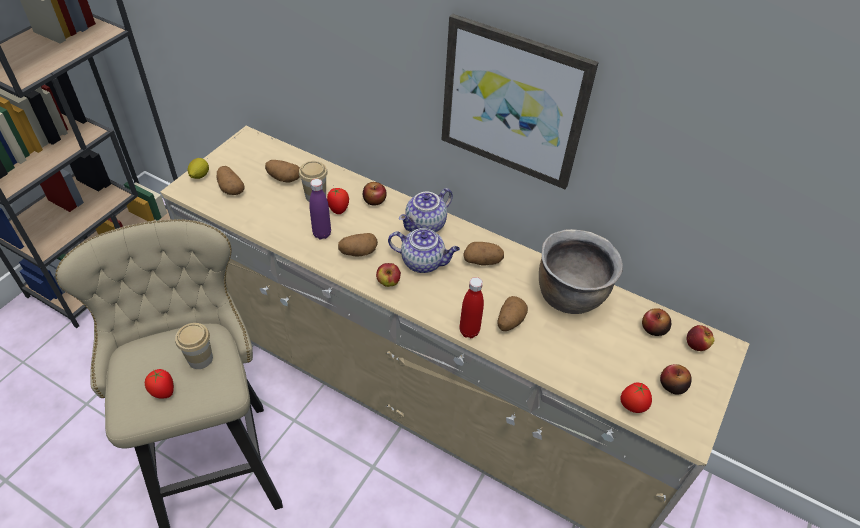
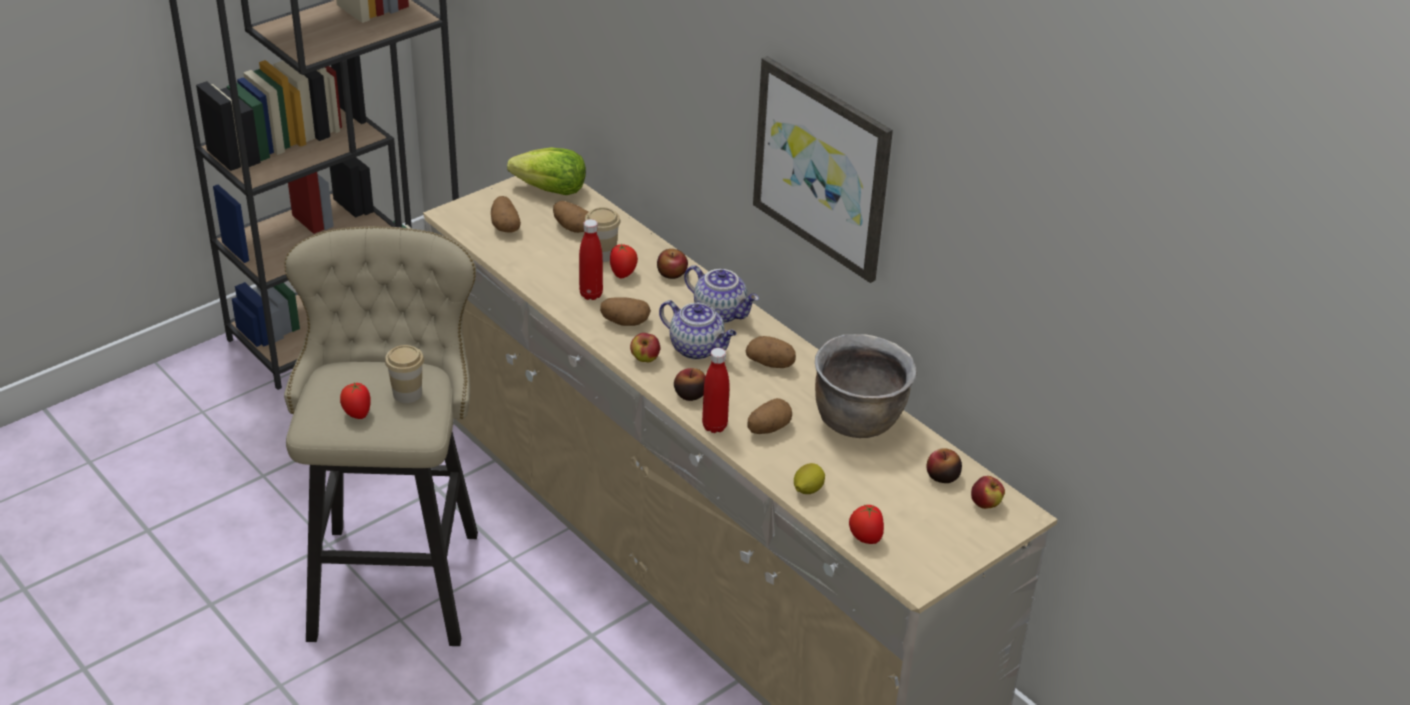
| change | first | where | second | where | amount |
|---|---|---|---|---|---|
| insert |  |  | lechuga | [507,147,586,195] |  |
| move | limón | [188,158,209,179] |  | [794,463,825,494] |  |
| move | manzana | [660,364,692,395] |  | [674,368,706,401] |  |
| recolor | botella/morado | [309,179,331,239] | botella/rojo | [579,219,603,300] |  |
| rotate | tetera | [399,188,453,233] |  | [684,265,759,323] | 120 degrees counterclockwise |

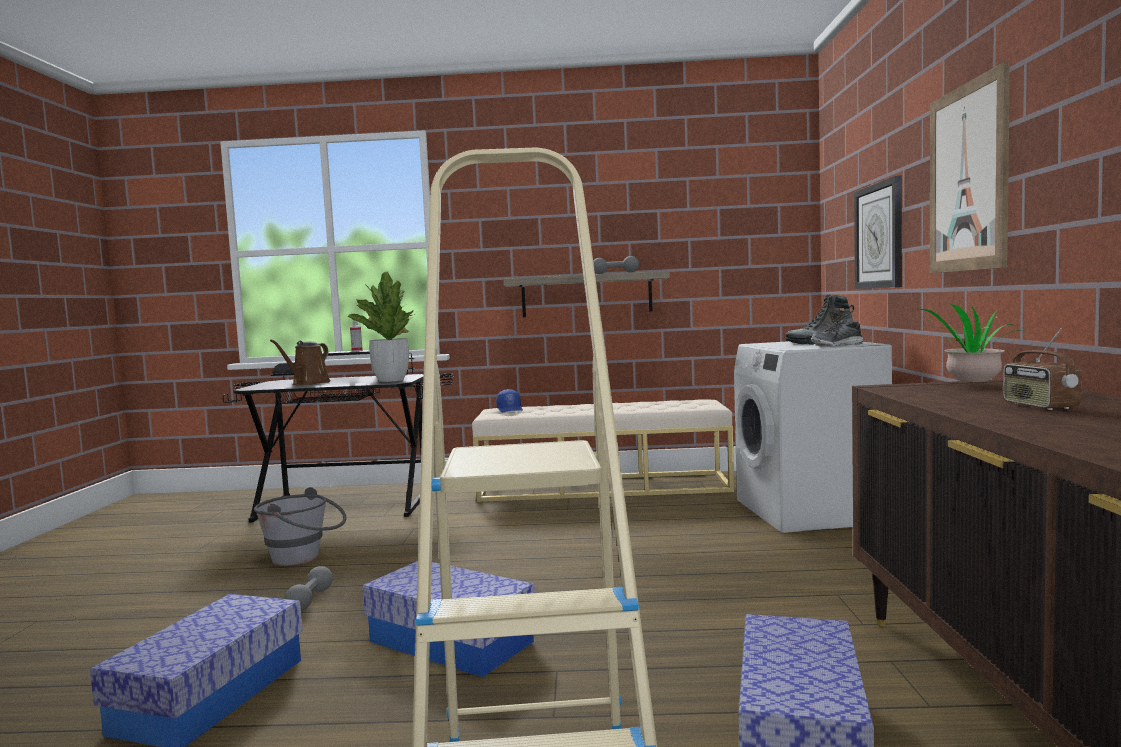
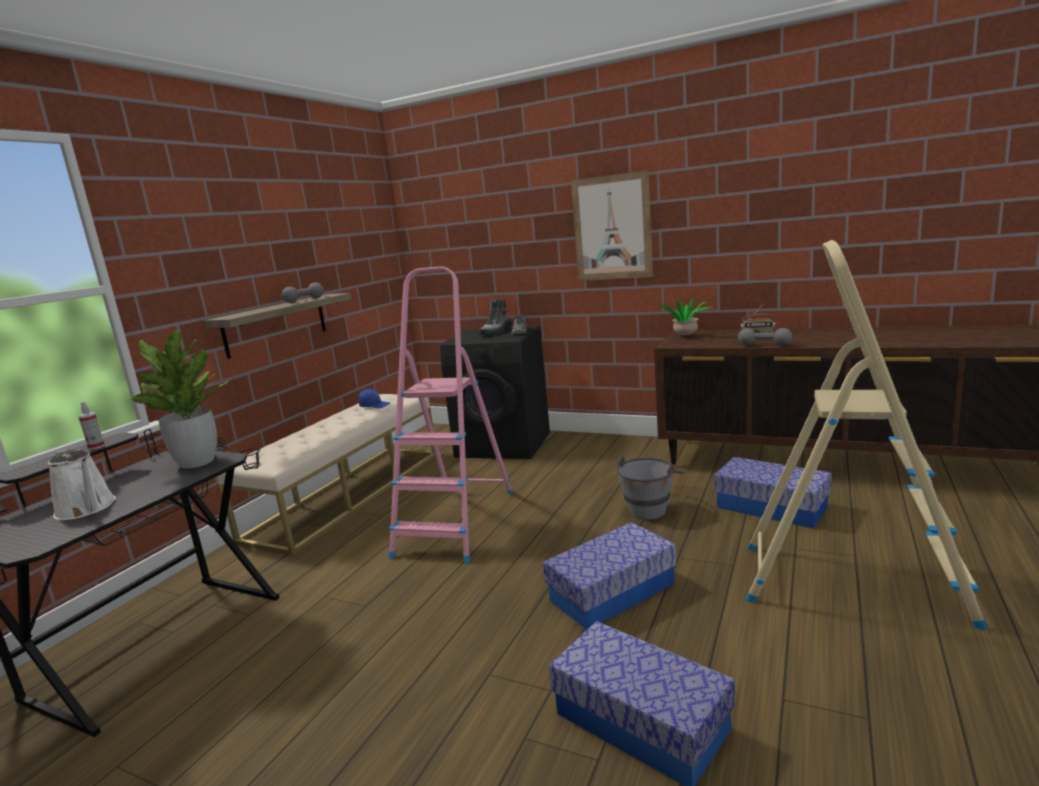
| change | first | where | second | where | amount |
|---|---|---|---|---|---|
| delete | reloj de pared | [854,176,902,289] |  |  |  |
| insert |  |  | escalera de tijera/rosa | [389,266,513,564] |  |
| move | cubo/gris | [254,487,346,566] |  | [616,457,684,520] |  |
| move | mancuerna/gris | [285,566,333,611] |  | [738,328,792,346] |  |
| move | gorra/azul | [496,389,523,412] |  | [358,389,391,408] |  |
| recolor | regadera/marrón | [270,340,331,385] | regadera/blanco | [48,449,116,520] |  |
| recolor | lavadora/blanco | [734,341,892,533] | lavadora/negro | [440,326,550,459] |  |

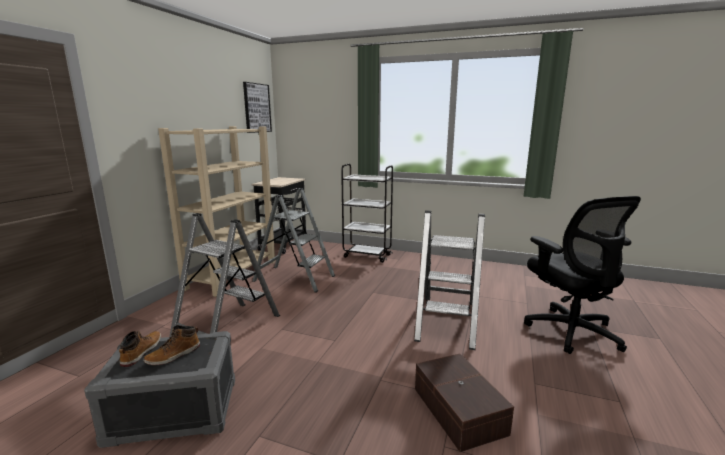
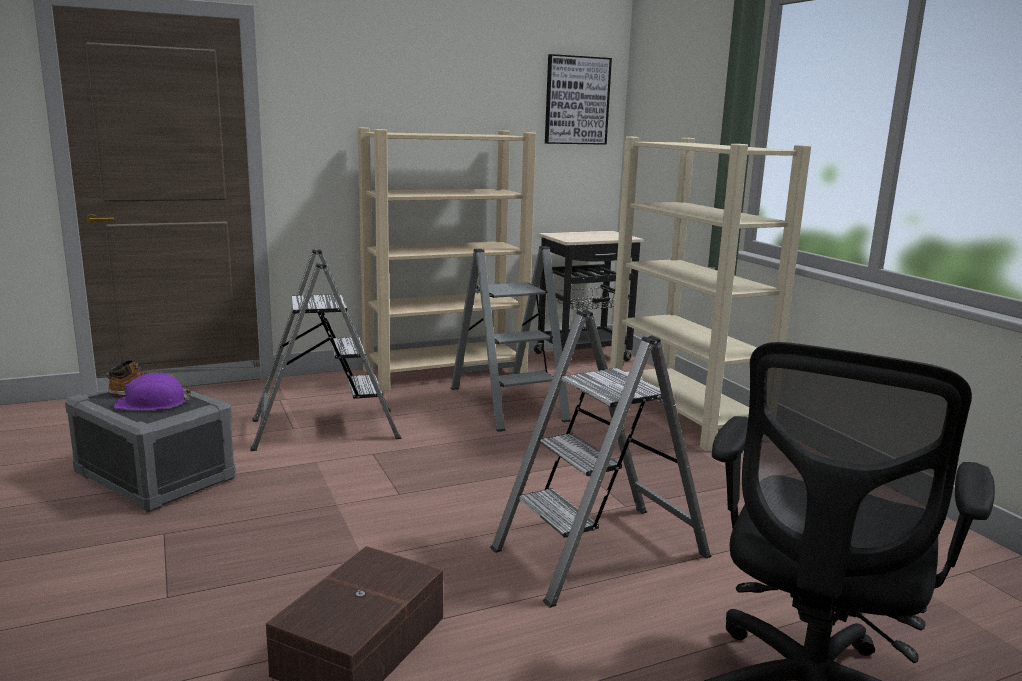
| change | first | where | second | where | amount |
|---|---|---|---|---|---|
| replace | bota | [143,325,200,365] | casco/morado | [114,372,191,410] |  |
| replace | carrito/blanco | [341,164,393,263] | estantería/beis | [610,136,811,452] |  |

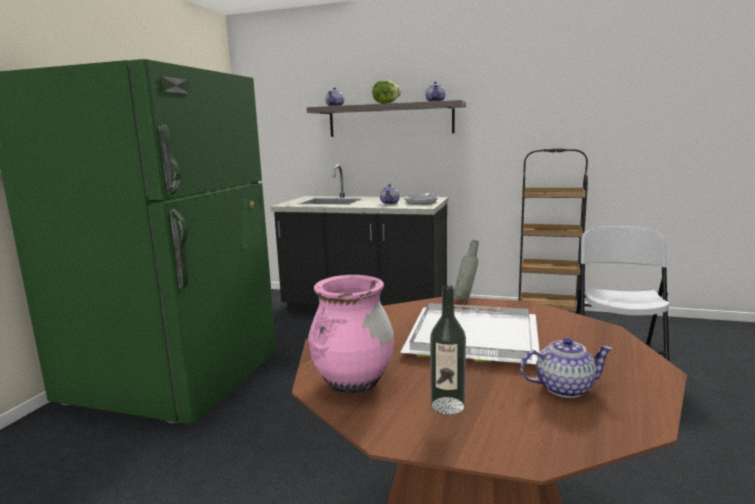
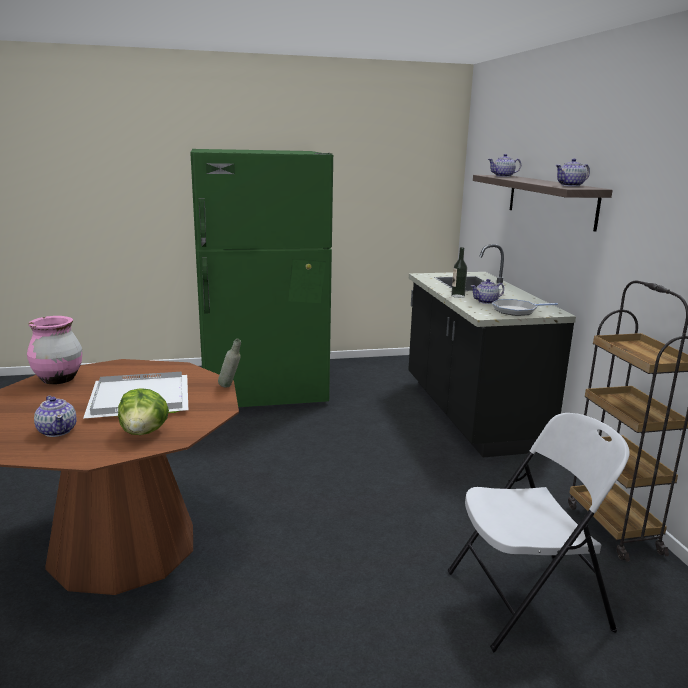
| change | first | where | second | where | amount |
|---|---|---|---|---|---|
| move | lechuga | [372,80,401,104] |  | [118,388,169,435] |  |
| move | botella | [430,285,466,415] |  | [451,247,467,298] |  |

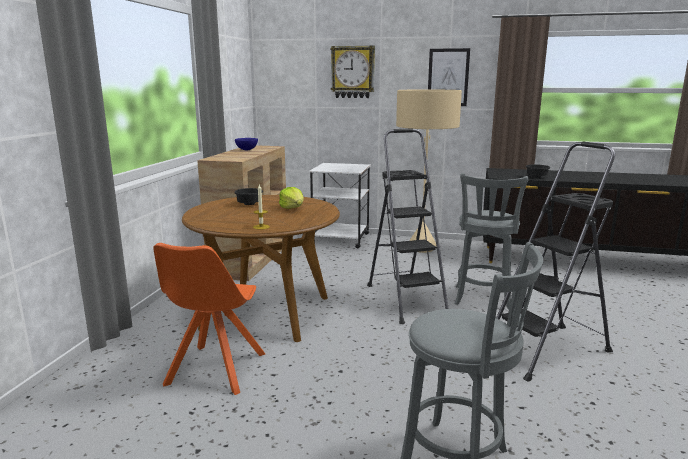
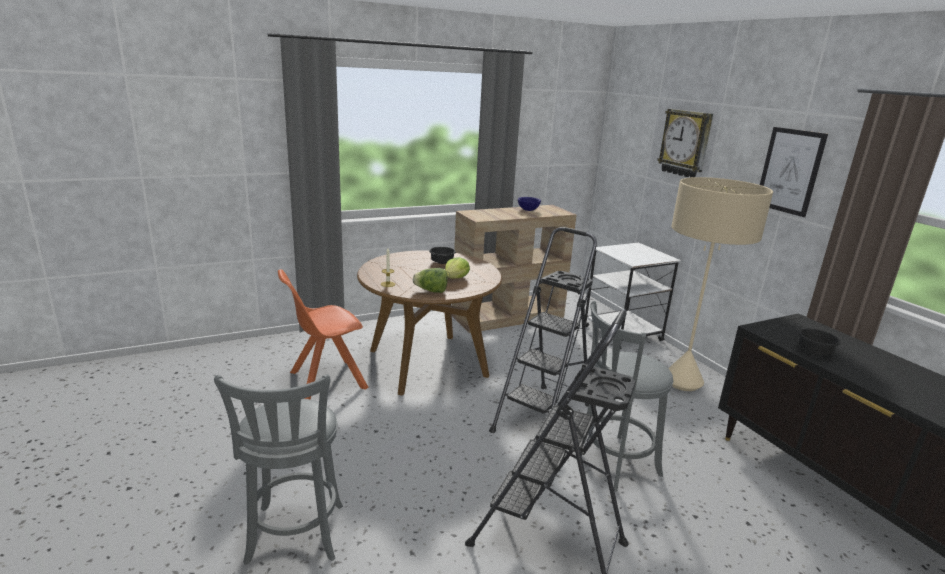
| change | first | where | second | where | amount |
|---|---|---|---|---|---|
| insert |  |  | lechuga | [413,268,448,293] |  |

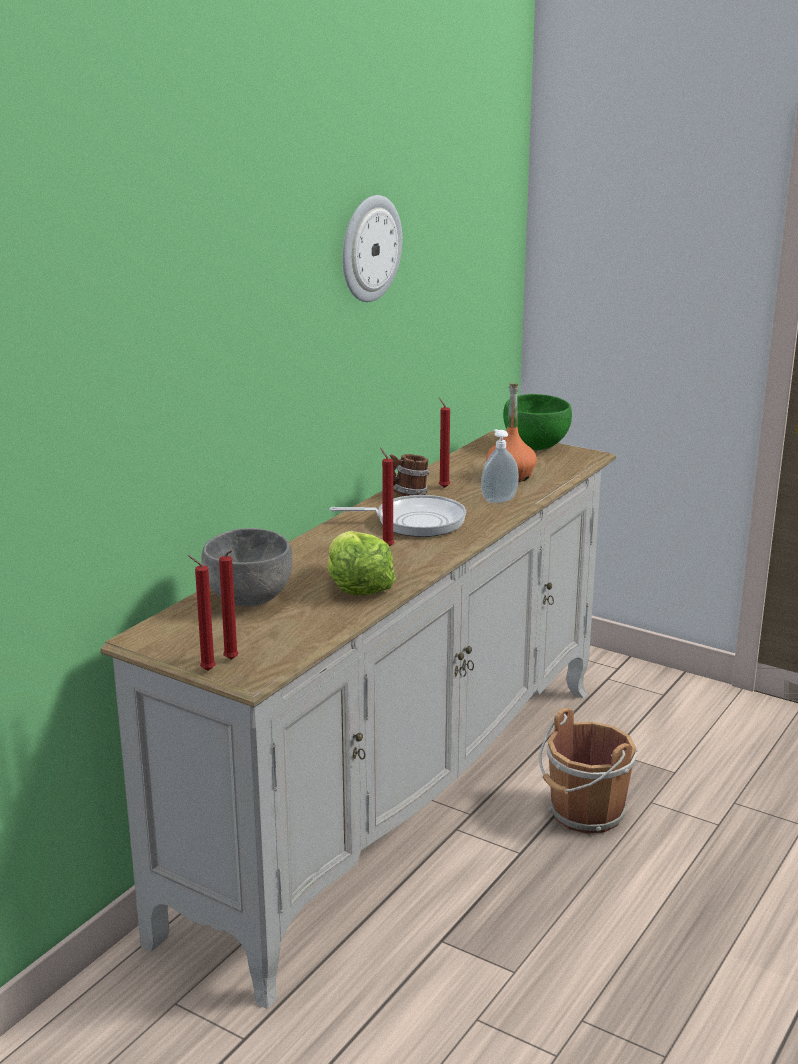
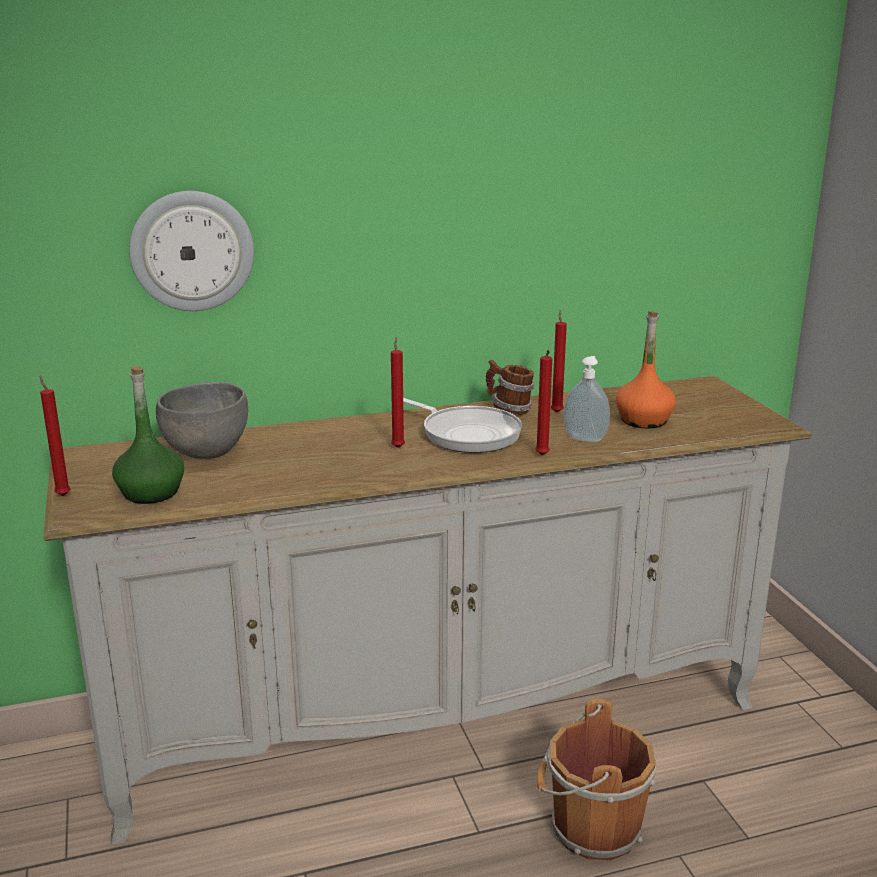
| change | first | where | second | where | amount |
|---|---|---|---|---|---|
| delete | lechuga | [328,531,396,595] |  |  |  |
| delete | cuenco/verde | [503,394,572,450] |  |  |  |
| insert |  |  | botella/verde | [112,366,184,504] |  |
| move | vela/rojo | [219,550,239,660] |  | [535,350,552,455] |  |
| move | reloj de pared | [342,195,402,302] |  | [129,191,254,311] |  |

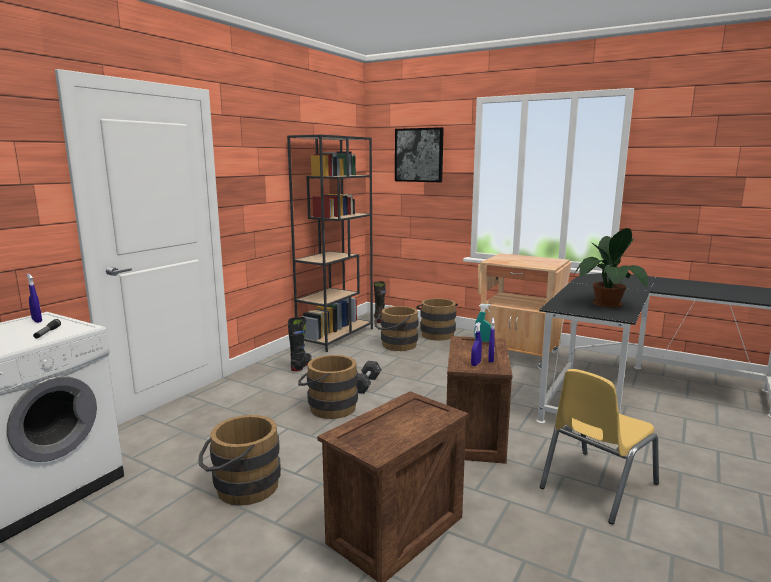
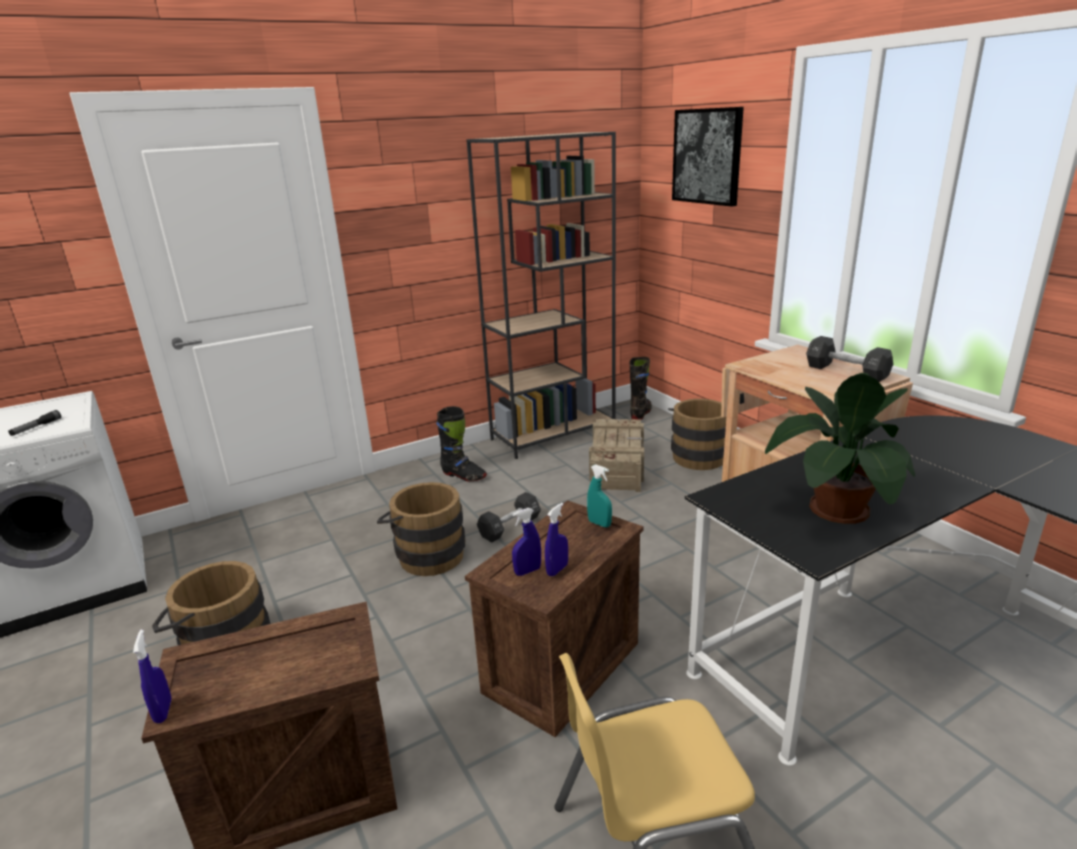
| change | first | where | second | where | amount |
|---|---|---|---|---|---|
| insert |  |  | mancuerna/negro | [806,336,893,382] |  |
| move | pulverizador/azul | [27,274,42,323] |  | [133,630,171,723] |  |
| replace | cubo/marrón | [375,306,419,351] | caja de embalaje | [589,419,644,492] |  |
| rotate | bota/negro | [288,317,312,371] |  | [436,406,487,481] | 75 degrees clockwise |

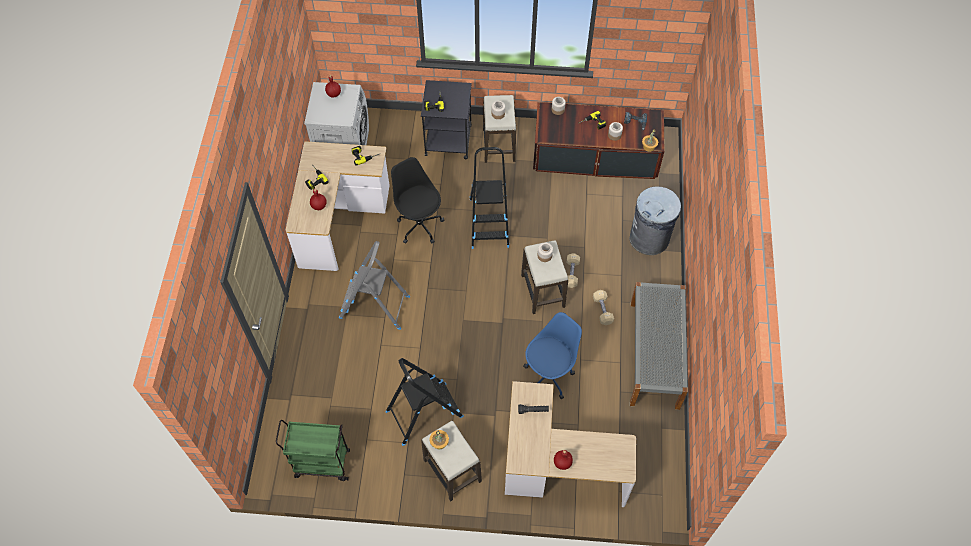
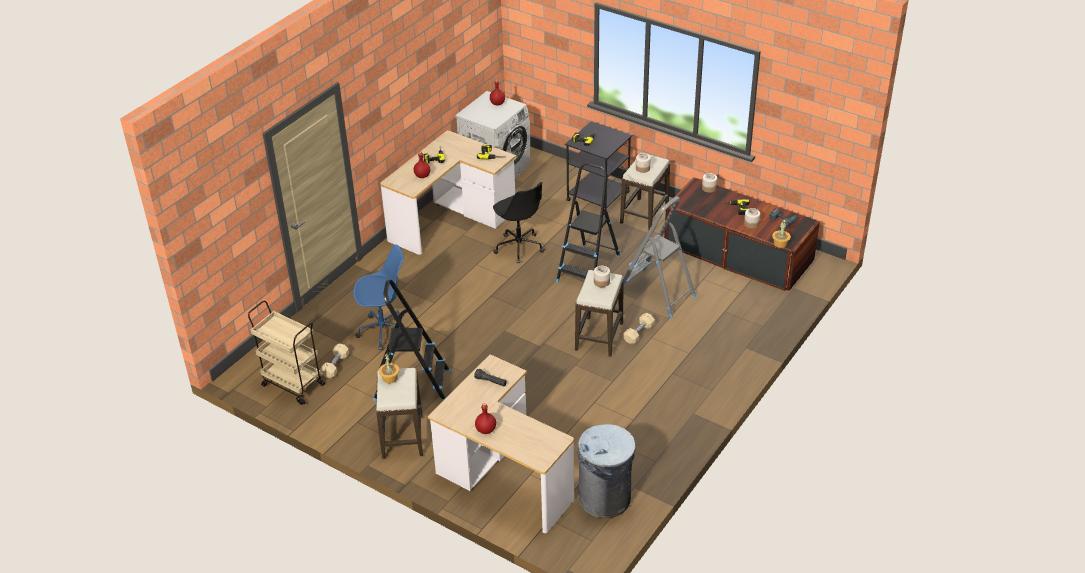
| change | first | where | second | where | amount |
|---|---|---|---|---|---|
| delete | banco/gris | [630,282,688,410] |  |  |  |
| move | escalera de tijera/gris | [339,241,410,330] |  | [623,196,696,318] |  |
| move | silla de oficina/azul | [523,312,582,399] |  | [353,245,404,350] |  |
| move | mancuerna/beis | [593,290,614,325] |  | [320,343,349,379] |  |
| move | papelera/gris | [629,186,681,255] |  | [578,424,636,518] |  |
| recolor | carrito/verde | [276,420,350,481] | carrito/beis | [248,301,325,405] |  |
| rotate | silla de oficina/negro | [391,157,444,244] |  | [493,182,545,263] | 150 degrees clockwise |

